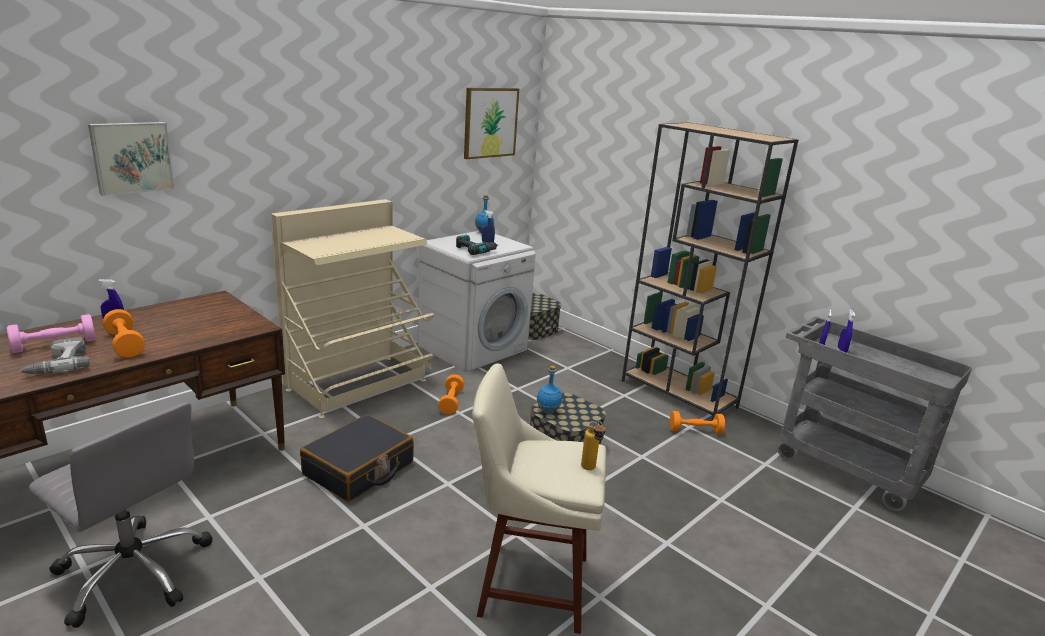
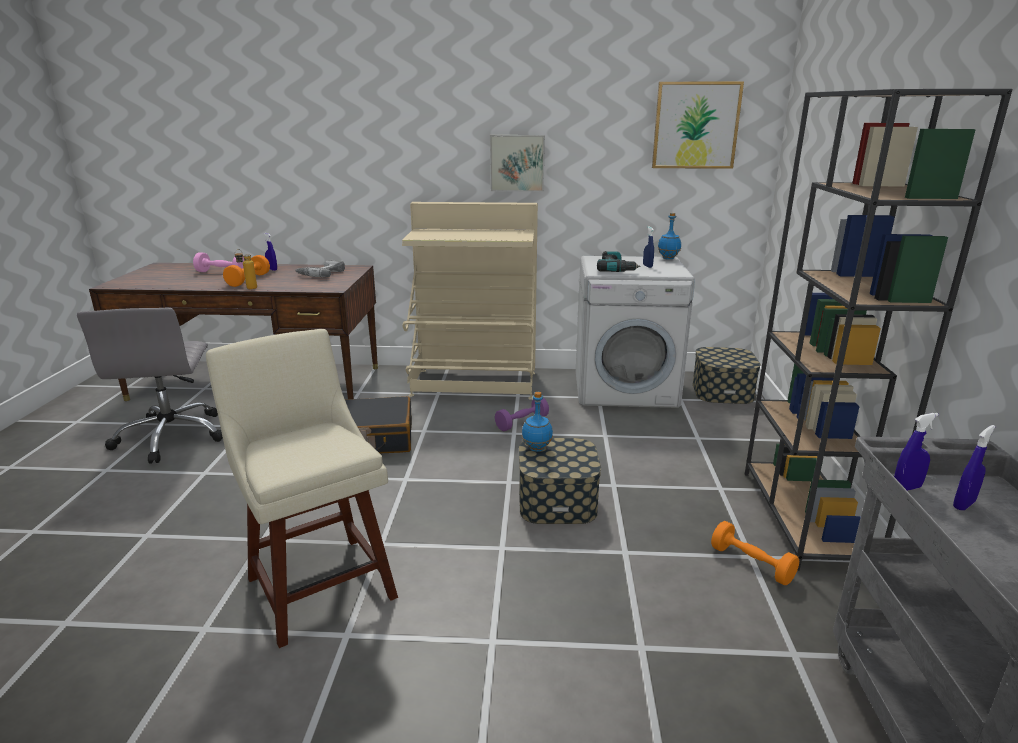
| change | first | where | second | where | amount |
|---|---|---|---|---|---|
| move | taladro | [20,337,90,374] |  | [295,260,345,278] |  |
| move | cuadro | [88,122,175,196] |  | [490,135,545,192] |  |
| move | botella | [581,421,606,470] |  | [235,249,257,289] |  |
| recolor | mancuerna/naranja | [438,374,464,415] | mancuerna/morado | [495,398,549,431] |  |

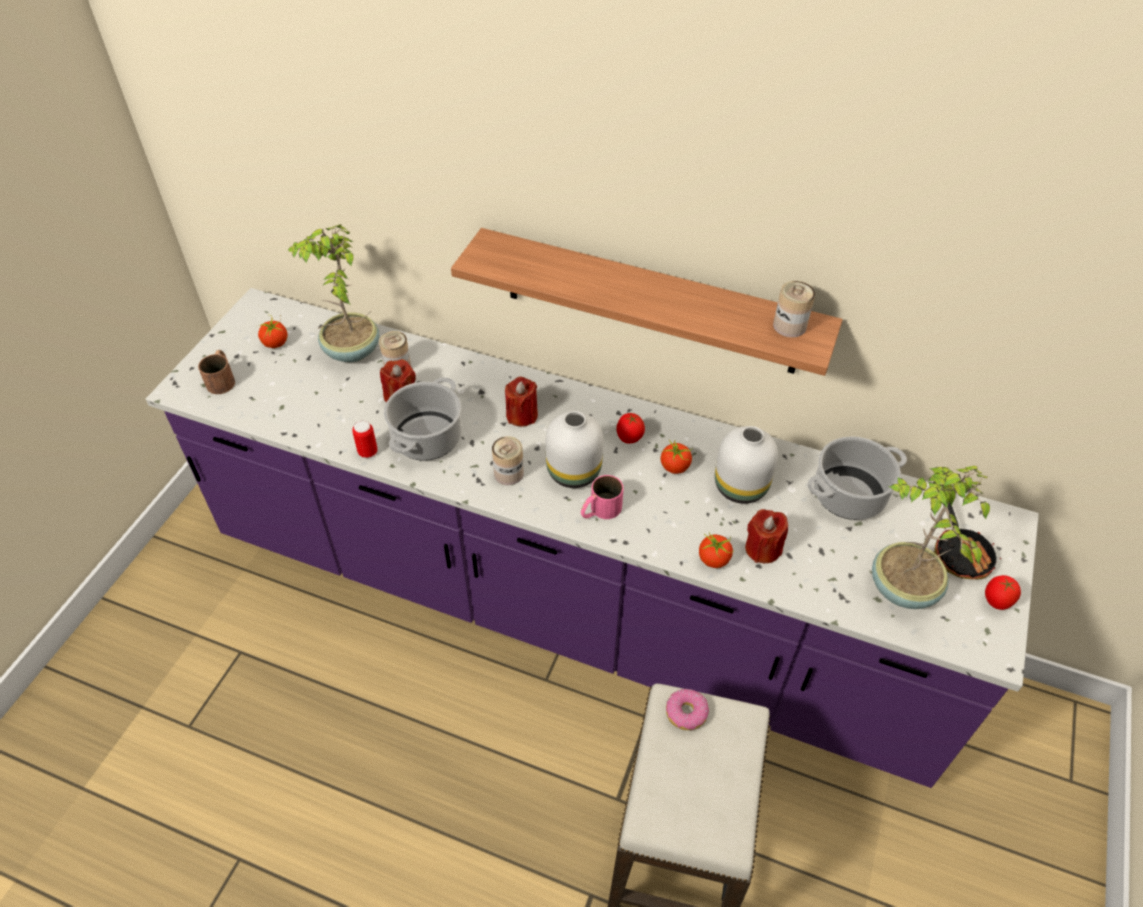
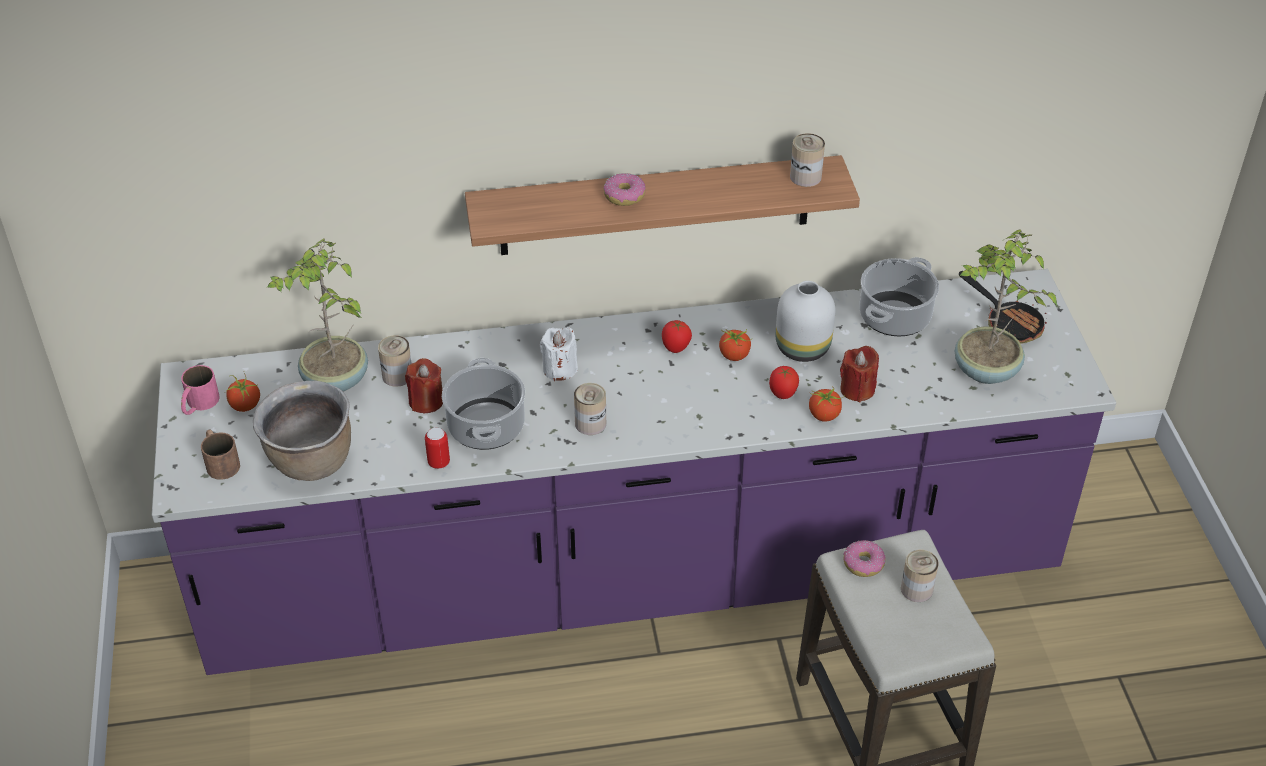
| change | first | where | second | where | amount |
|---|---|---|---|---|---|
| delete | florero/blanco | [546,411,603,488] |  |  |  |
| insert |  |  | olla/marrón | [253,380,351,481] |  |
| insert |  |  | rosquilla | [604,173,646,206] |  |
| insert |  |  | lata | [901,550,939,602] |  |
| move | taza grande/rosa | [581,475,623,519] |  | [181,365,220,415] |  |
| move | tomate | [985,575,1021,610] |  | [769,366,799,399] |  |
| recolor | vela/rojo | [505,377,538,427] | vela/blanco | [540,327,578,381] |  |

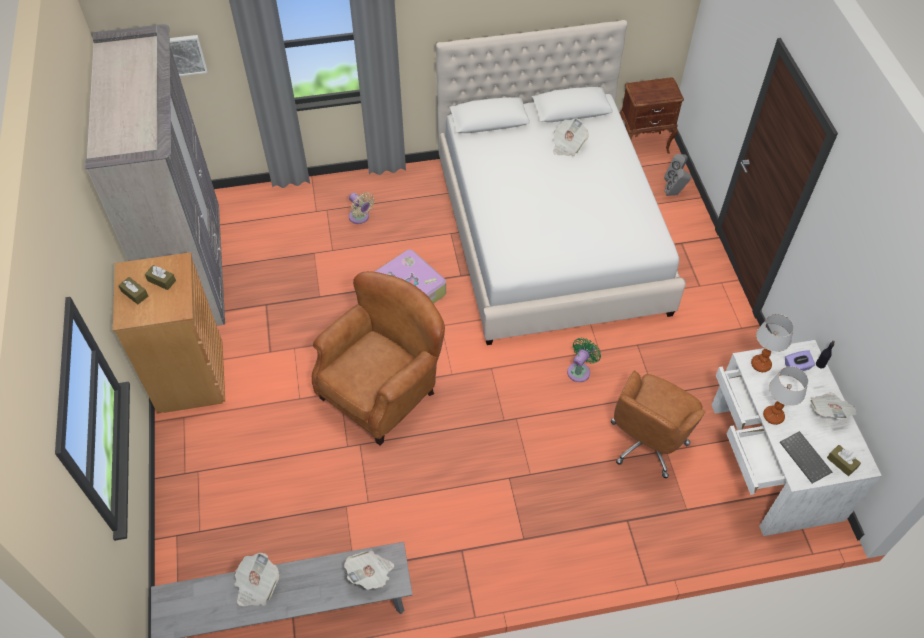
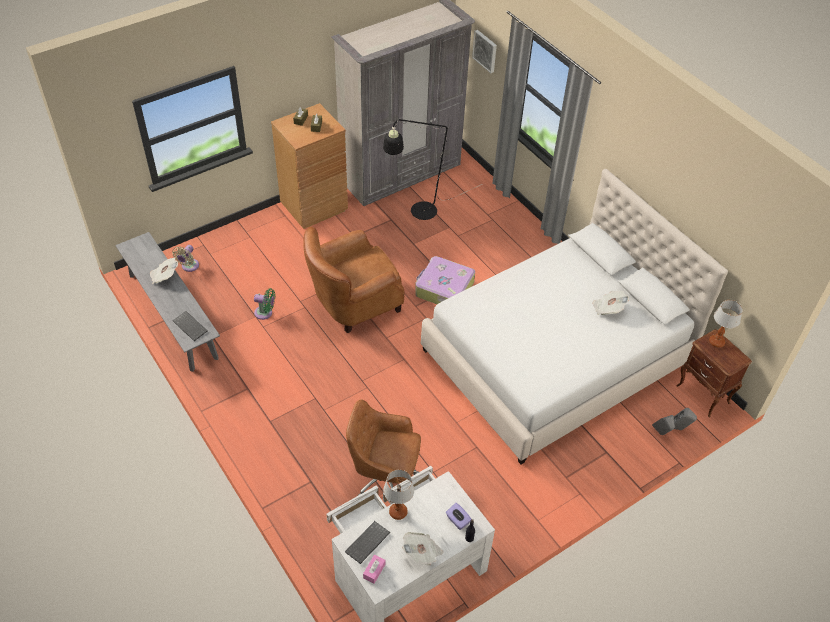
| change | first | where | second | where | amount |
|---|---|---|---|---|---|
| insert |  |  | lámpara de pie/negro | [383,118,482,220] |  |
| move | ventilador/beis | [349,192,374,224] |  | [172,245,199,272] |  |
| move | ventilador/verde | [567,338,601,382] |  | [254,288,275,320] |  |
| move | lámpara de mesa | [751,314,794,372] |  | [709,300,743,348] |  |
| replace | periódico | [344,550,394,590] | teclado | [173,311,208,341] |  |
| recolor | caja de pañuelos/marrón | [827,445,861,476] | caja de pañuelos/rosa | [363,555,385,584] |  |
| rotate | sillón/marrón | [312,271,445,446] |  | [303,227,404,333] | 135 degrees clockwise |

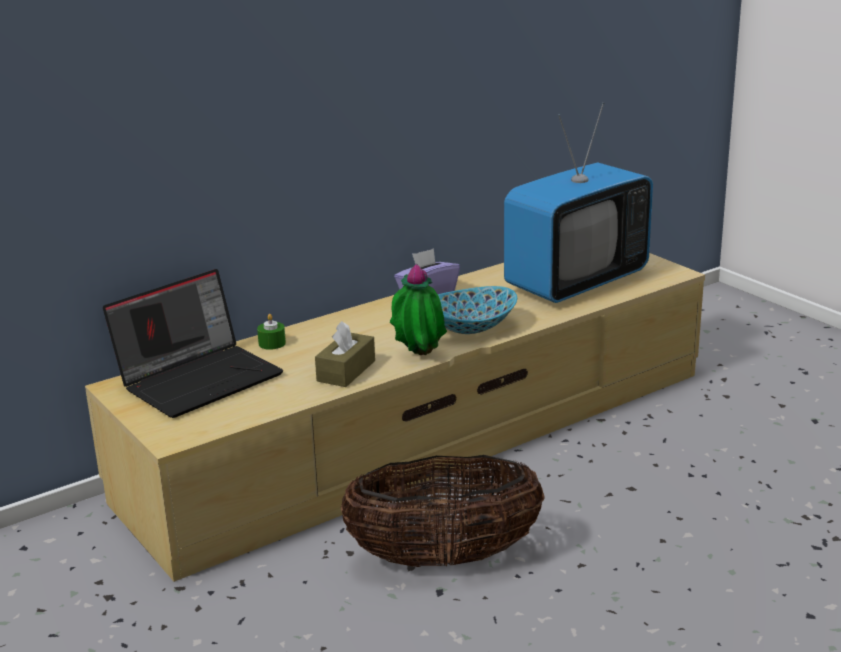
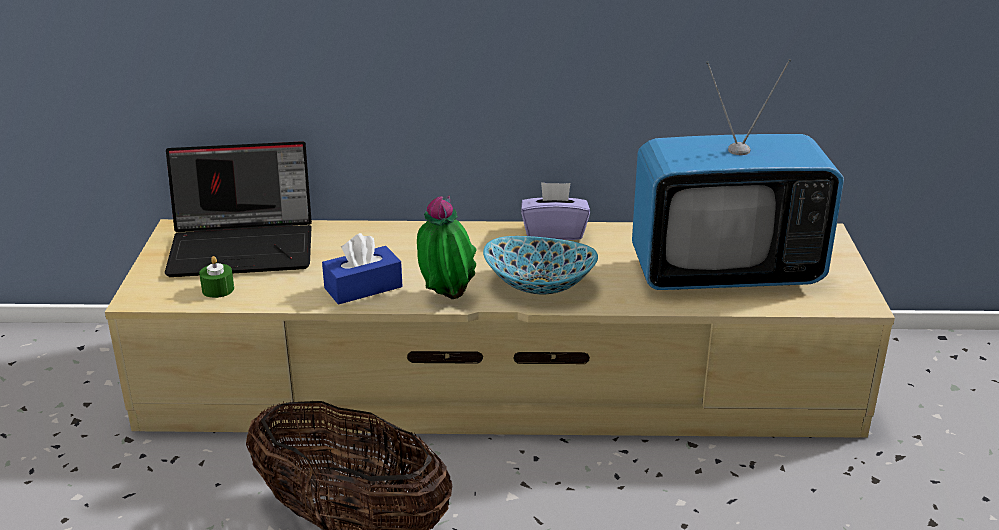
| change | first | where | second | where | amount |
|---|---|---|---|---|---|
| move | vela/verde | [257,314,286,350] |  | [199,256,234,298] |  |
| recolor | caja de pañuelos/marrón | [315,321,375,387] | caja de pañuelos/azul | [322,233,402,305] |  |

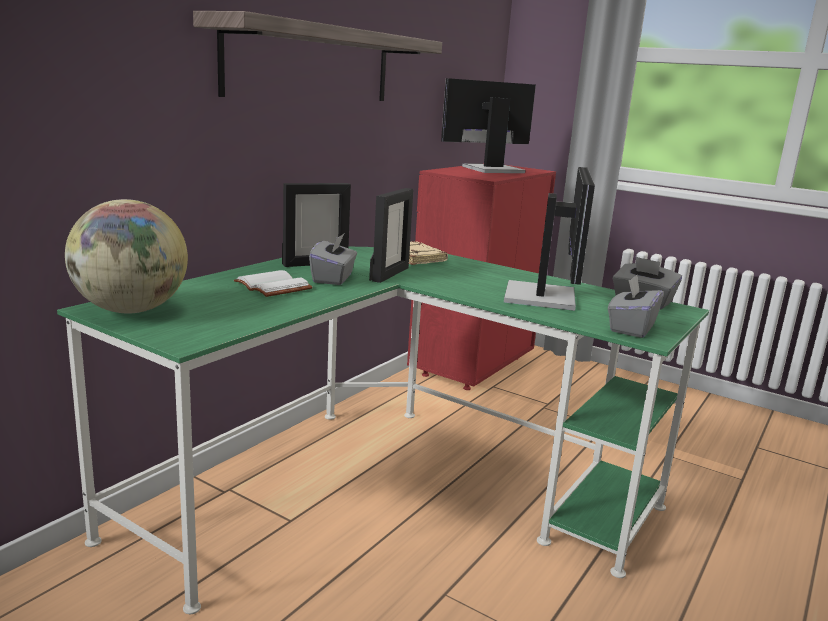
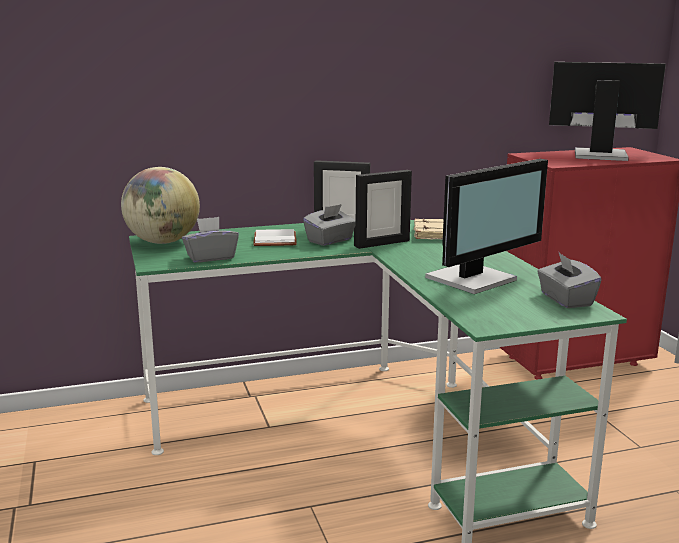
| change | first | where | second | where | amount |
|---|---|---|---|---|---|
| delete | estante | [193,11,442,101] |  |  |  |
| move | caja de pañuelos/gris | [608,275,664,338] |  | [182,217,239,263] |  |

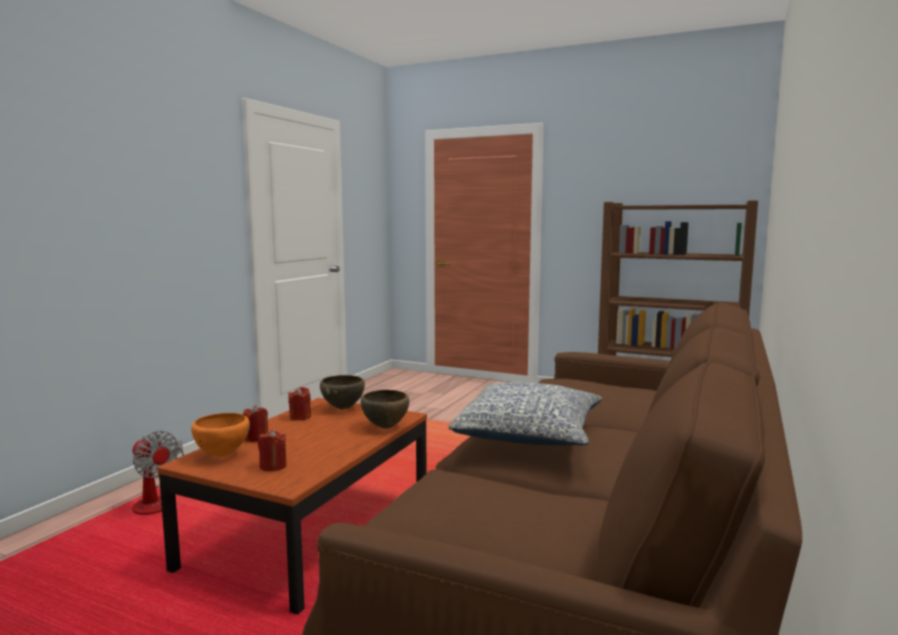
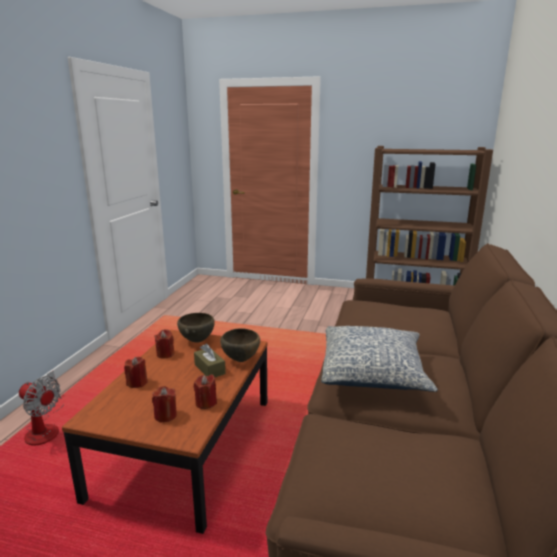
| change | first | where | second | where | amount |
|---|---|---|---|---|---|
| delete | cuenco/naranja | [191,413,250,457] |  |  |  |
| insert |  |  | caja de pañuelos/marrón | [194,344,226,377] |  |
| insert |  |  | vela/rojo | [194,374,217,409] |  |

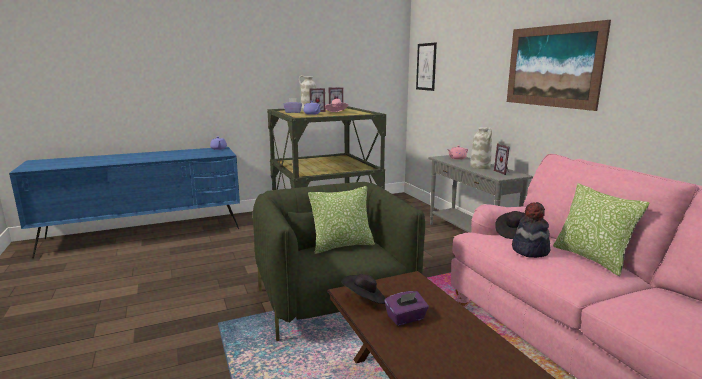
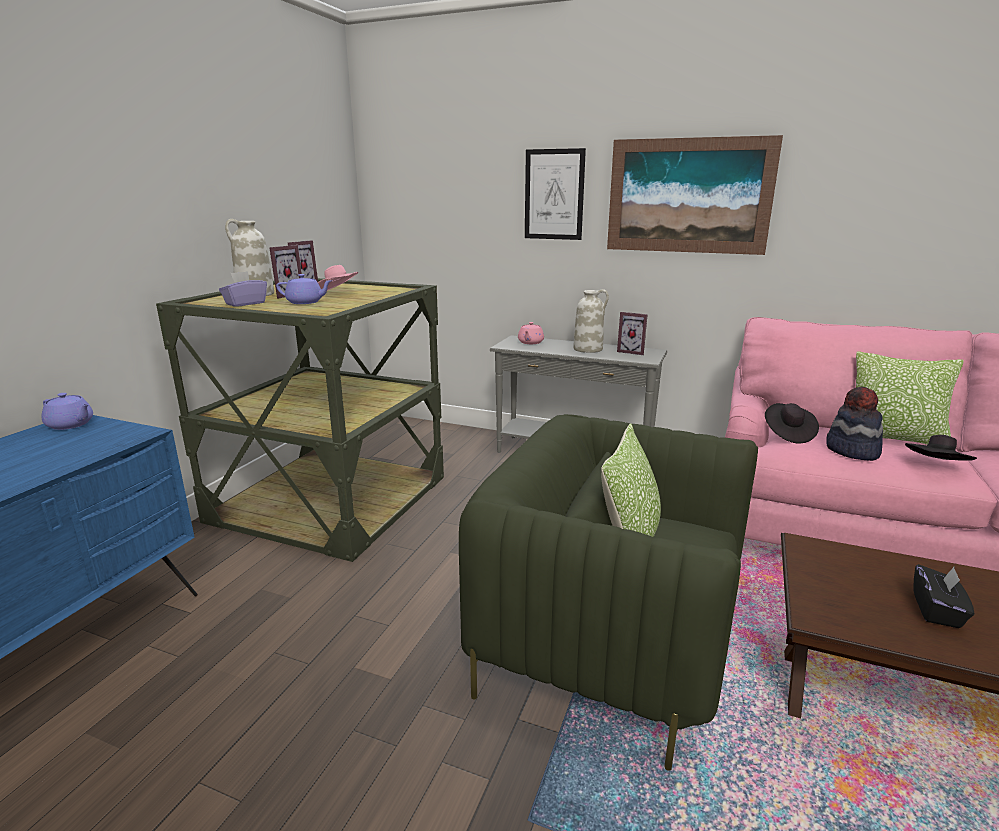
| change | first | where | second | where | amount |
|---|---|---|---|---|---|
| move | sombrero/negro | [341,274,385,304] |  | [905,435,977,461] |  |
| move | cuadro | [416,43,437,91] |  | [525,148,586,240] |  |
| recolor | caja de pañuelos/morado | [384,291,429,326] | caja de pañuelos/negro | [914,564,974,628] |  |

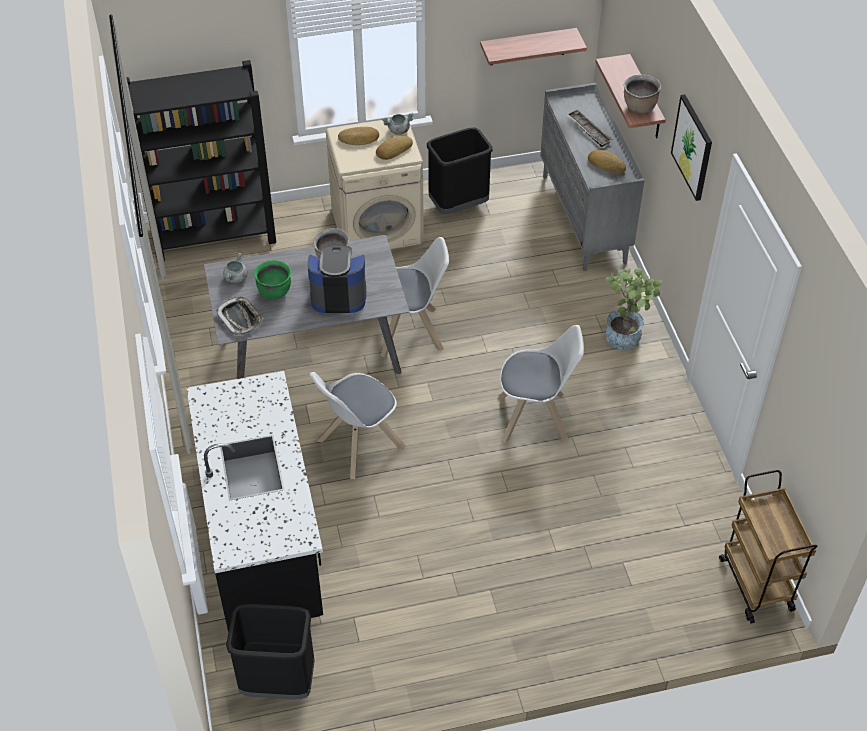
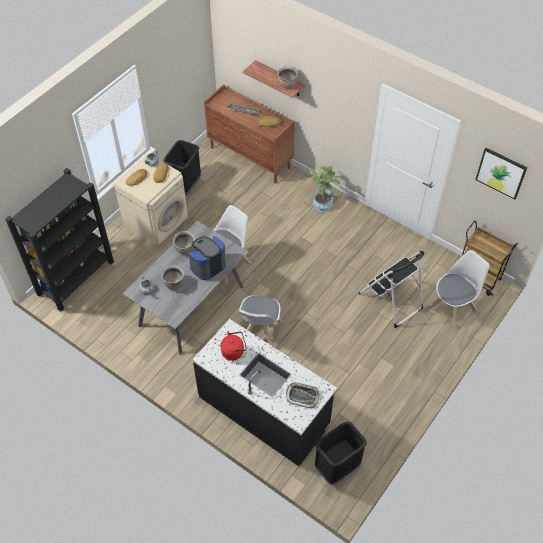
| change | first | where | second | where | amount |
|---|---|---|---|---|---|
| delete | estante | [480,28,587,65] |  |  |  |
| insert |  |  | hervidor/rojo | [221,331,247,361] |  |
| insert |  |  | escalera de tijera | [359,251,424,328] |  |
| move | bandeja | [215,297,264,336] |  | [286,382,320,408] |  |
| move | silla | [499,325,584,443] |  | [426,250,490,331] |  |
| move | cuadro | [671,95,712,201] |  | [475,148,527,200] |  |
| recolor | olla/verde | [254,260,291,300] | olla/marrón | [161,266,184,290] |  |
| recolor | armario/gris | [540,83,645,271] | armario/marrón | [204,84,295,184] |  |

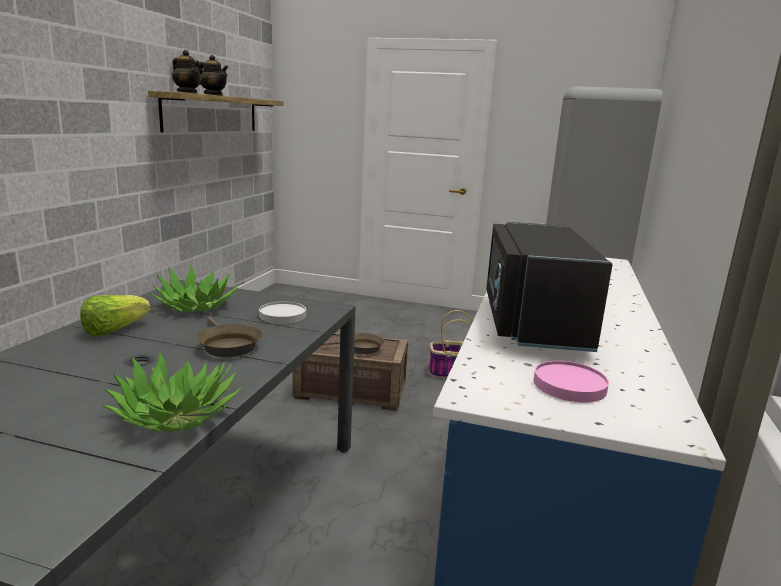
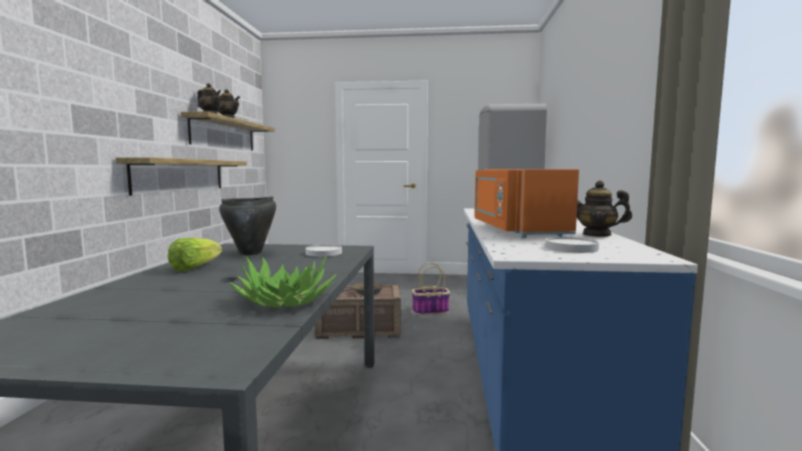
| change | first | where | second | where | amount |
|---|---|---|---|---|---|
| delete | sartén/marrón | [197,317,262,357] |  |  |  |
| insert |  |  | estante | [116,157,247,196] |  |
| insert |  |  | tetera | [577,180,632,237] |  |
| replace | planta en maceta | [150,265,238,312] | olla/negro | [219,196,276,255] |  |
| recolor | microondas/negro | [486,222,613,352] | microondas/naranja | [475,169,579,238] |  |
| recolor | plato/rosa | [534,361,609,403] | plato/blanco | [545,237,599,253] |  |

